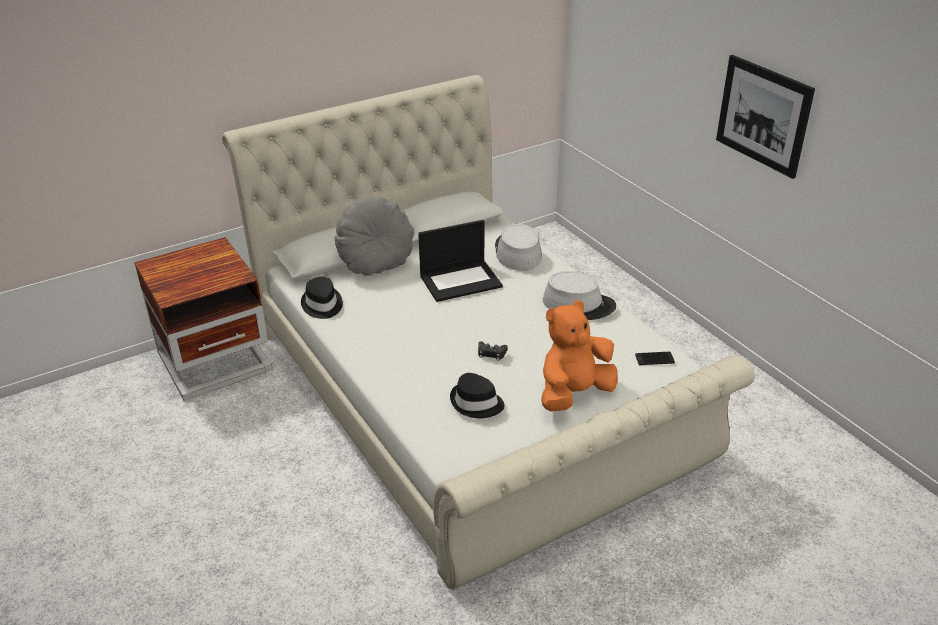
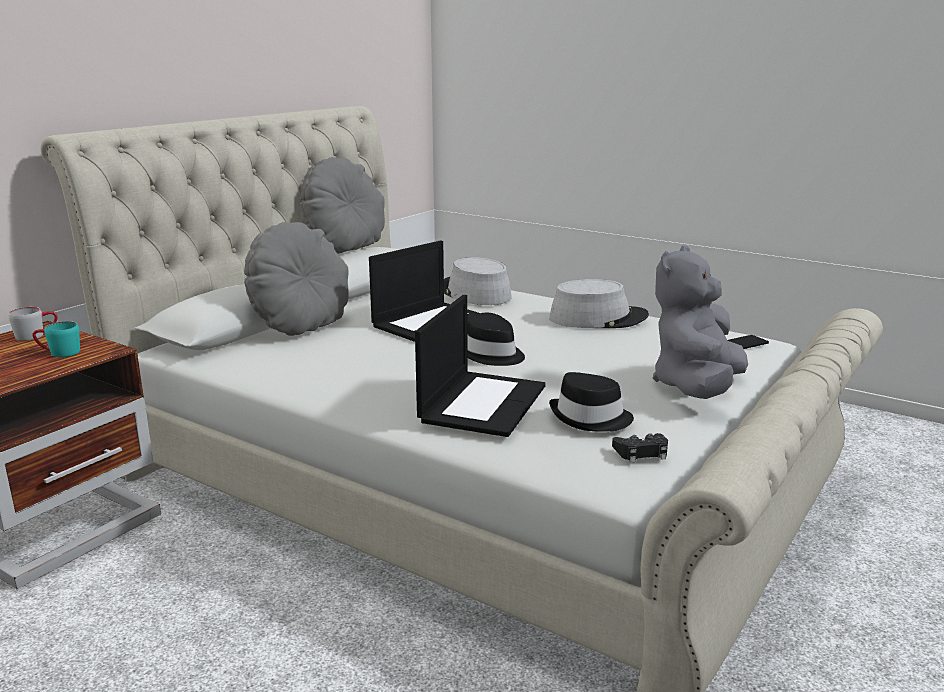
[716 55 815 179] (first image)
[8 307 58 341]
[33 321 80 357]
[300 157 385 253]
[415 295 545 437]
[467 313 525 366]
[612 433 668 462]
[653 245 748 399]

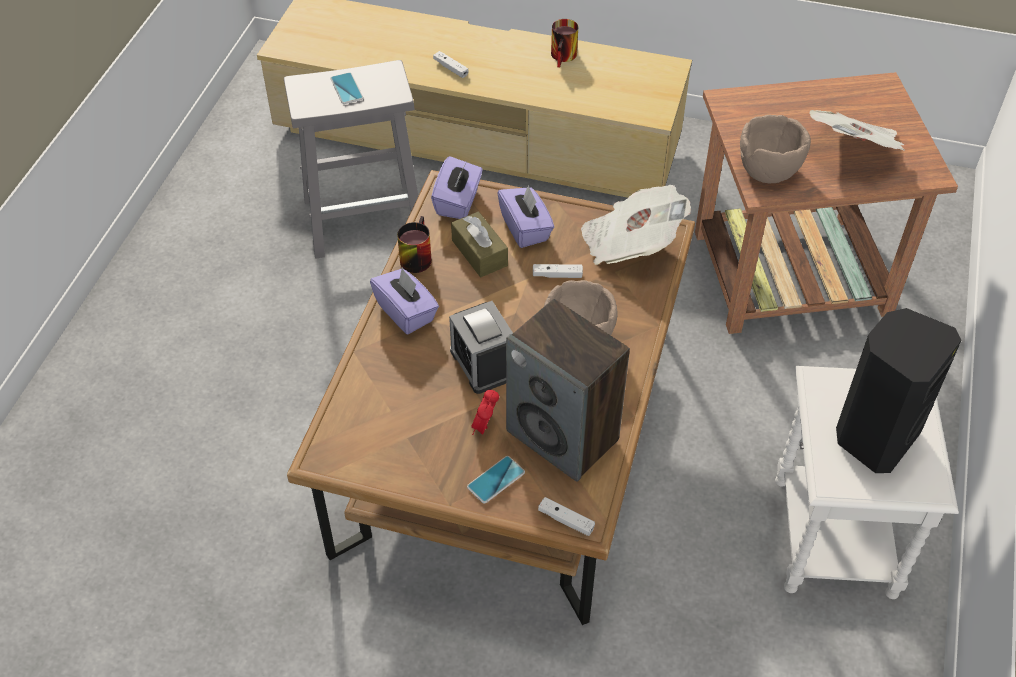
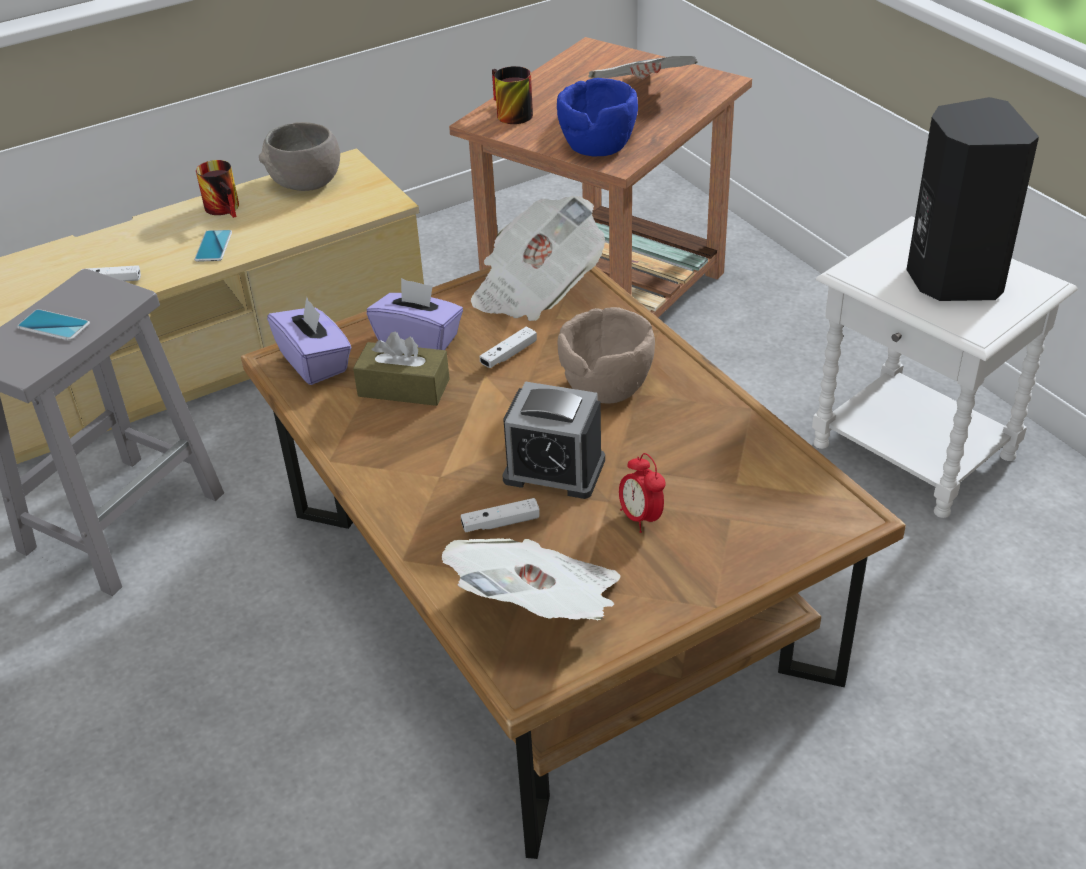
[370 267 439 334] (first image)
[506 299 630 482] (first image)
[259 122 340 191]
[442 538 621 620]
[492 66 533 124]
[194 230 232 262]
[461 498 540 532]
[557 78 638 156]

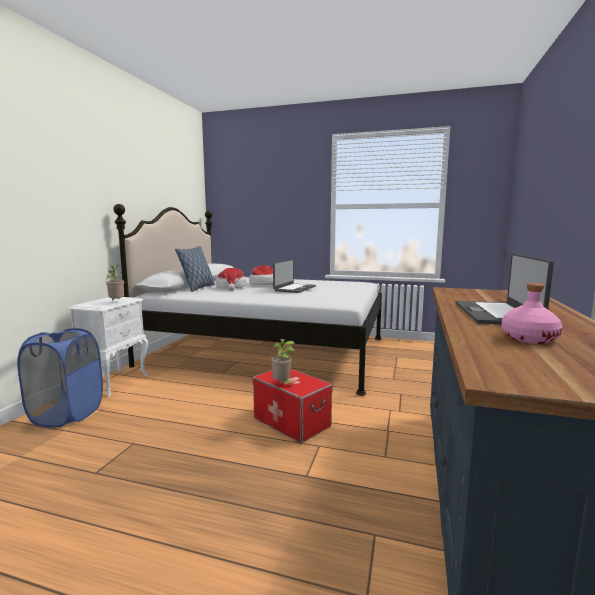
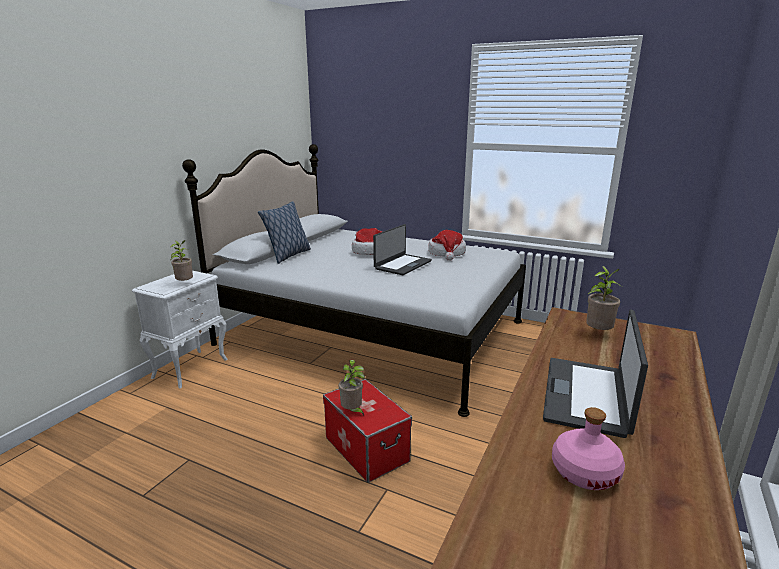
[17 328 103 427] (first image)
[586 266 621 330]
[428 230 466 261]

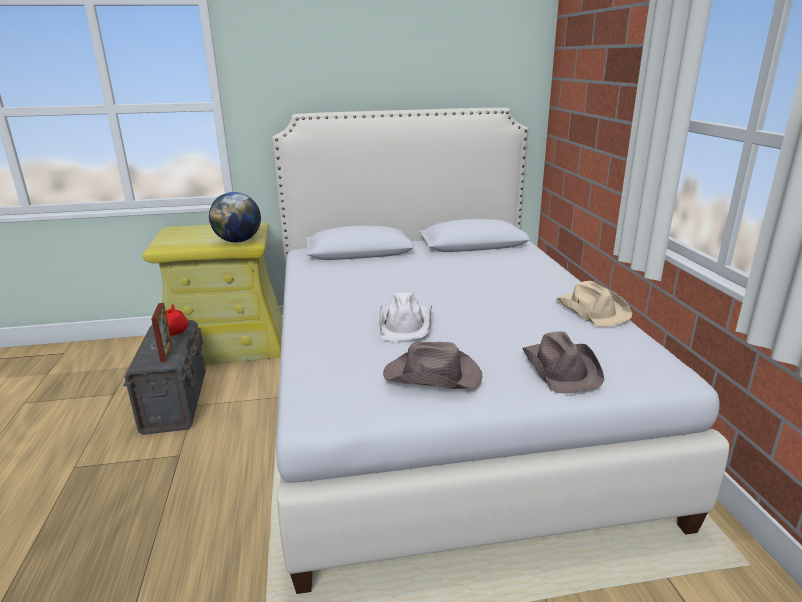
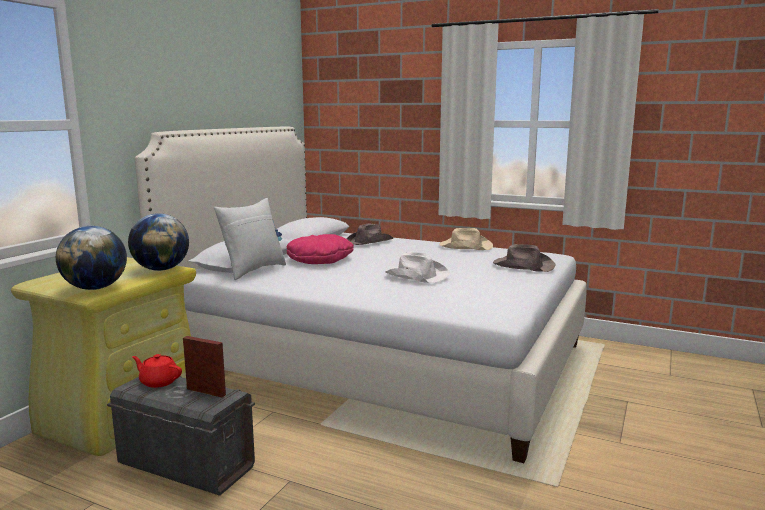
[56 226 127 290]
[214 198 286 280]
[287 234 354 264]
[346 224 393 245]

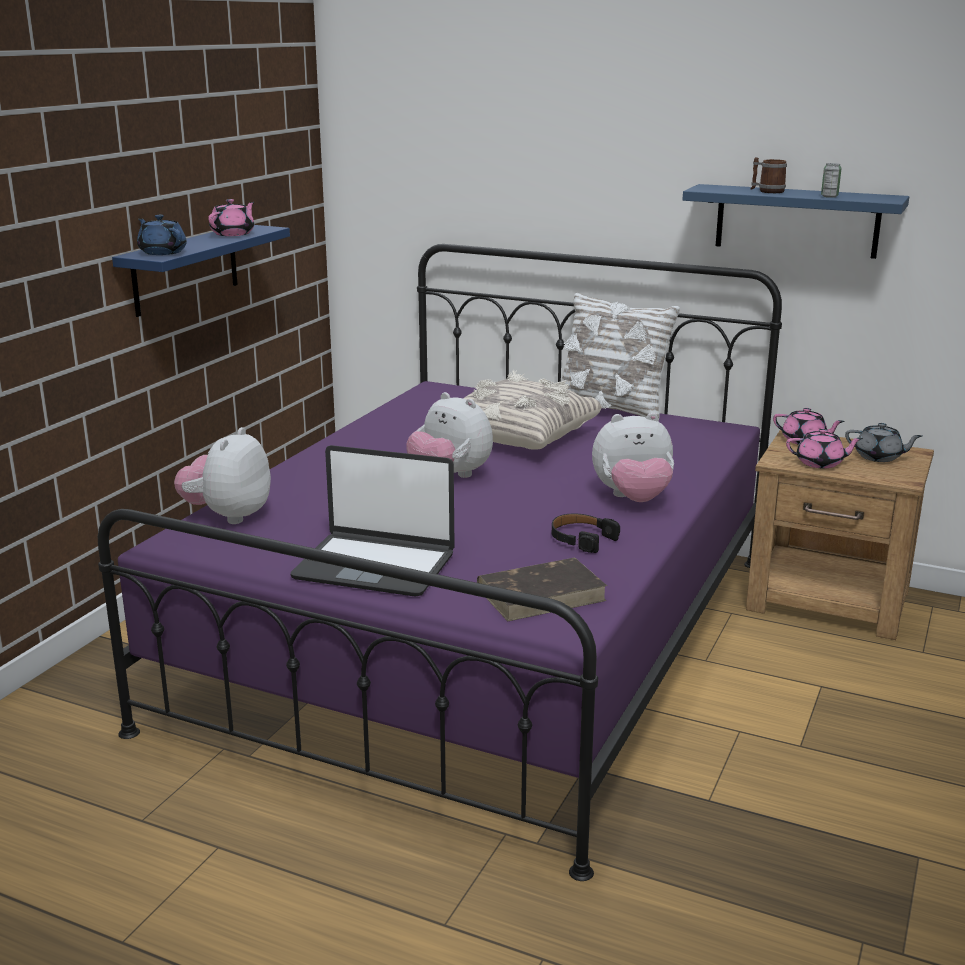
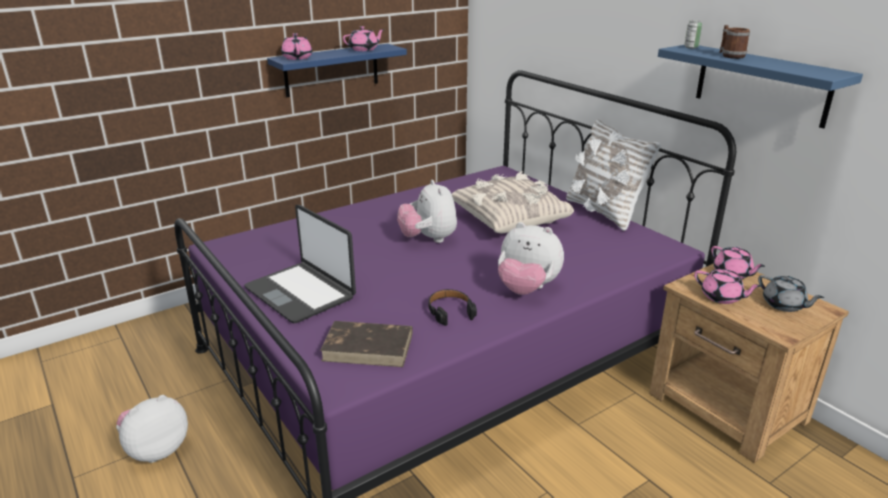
[116 395 188 463]
[684 20 702 49]
[281 33 312 60]

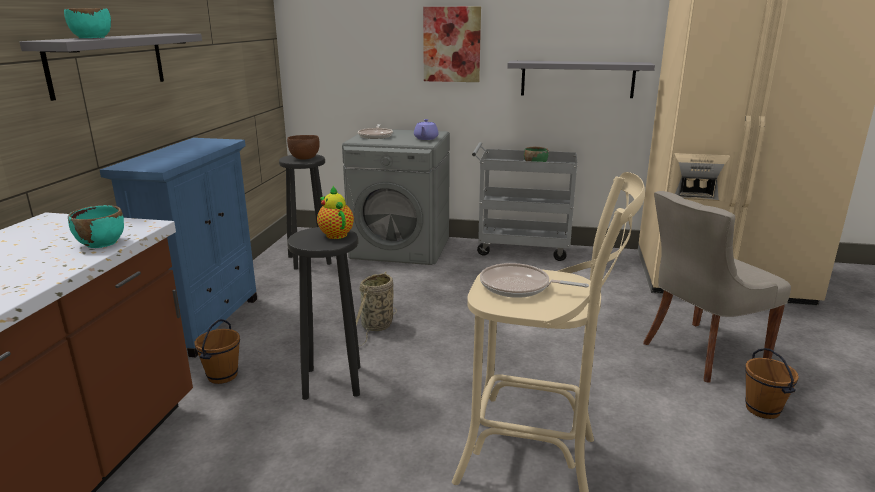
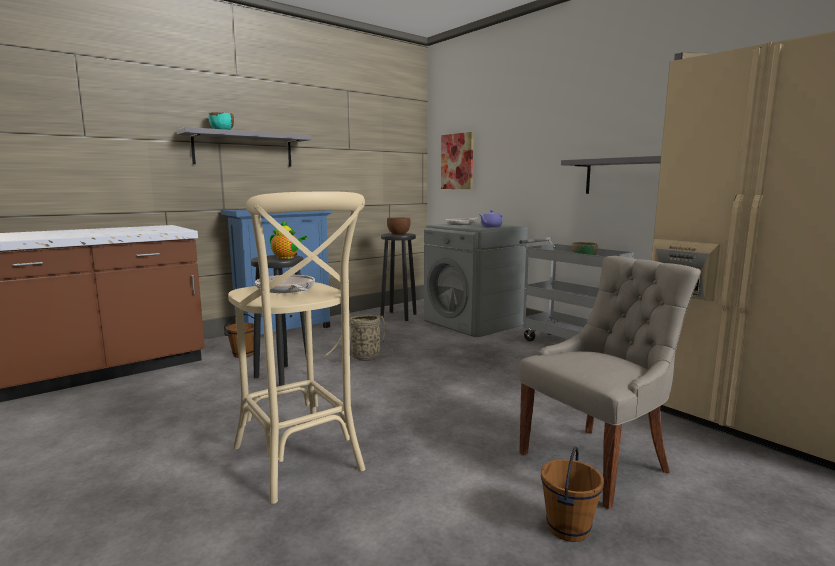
[68 205 124 248] (first image)
[441 132 474 189]
[270 220 308 259]
[519 256 701 509]

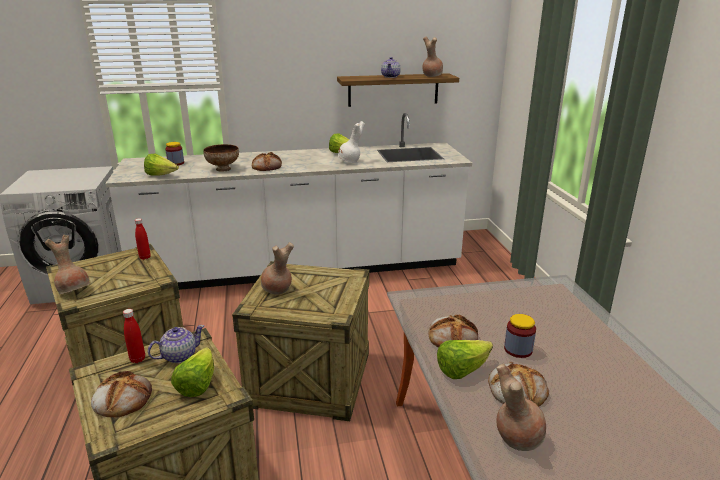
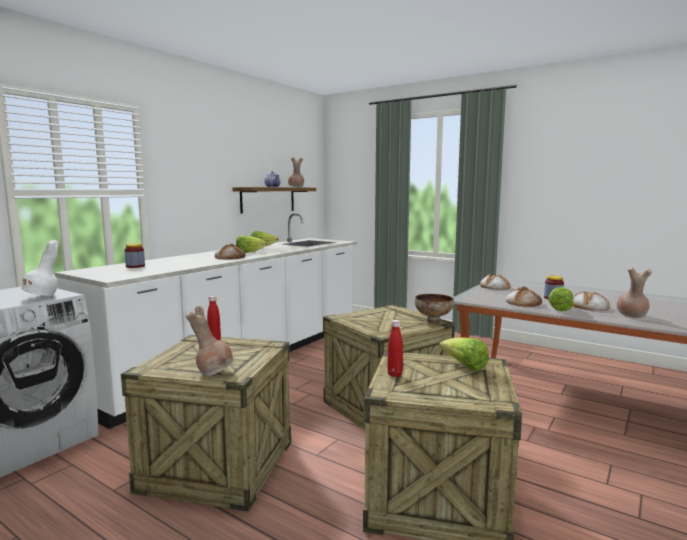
[148 325 204 363] (first image)
[261 242 294 295] (first image)
[480 274 511 290]
[236 235 267 253]
[415 294 454 323]
[21 240 59 296]

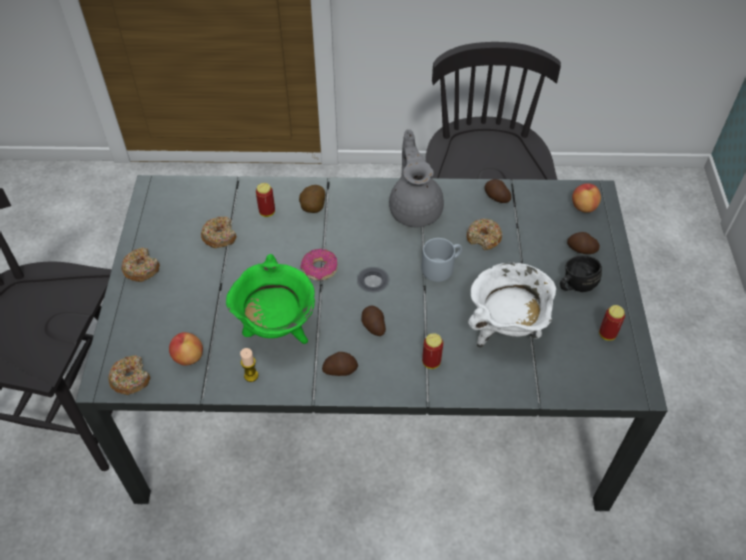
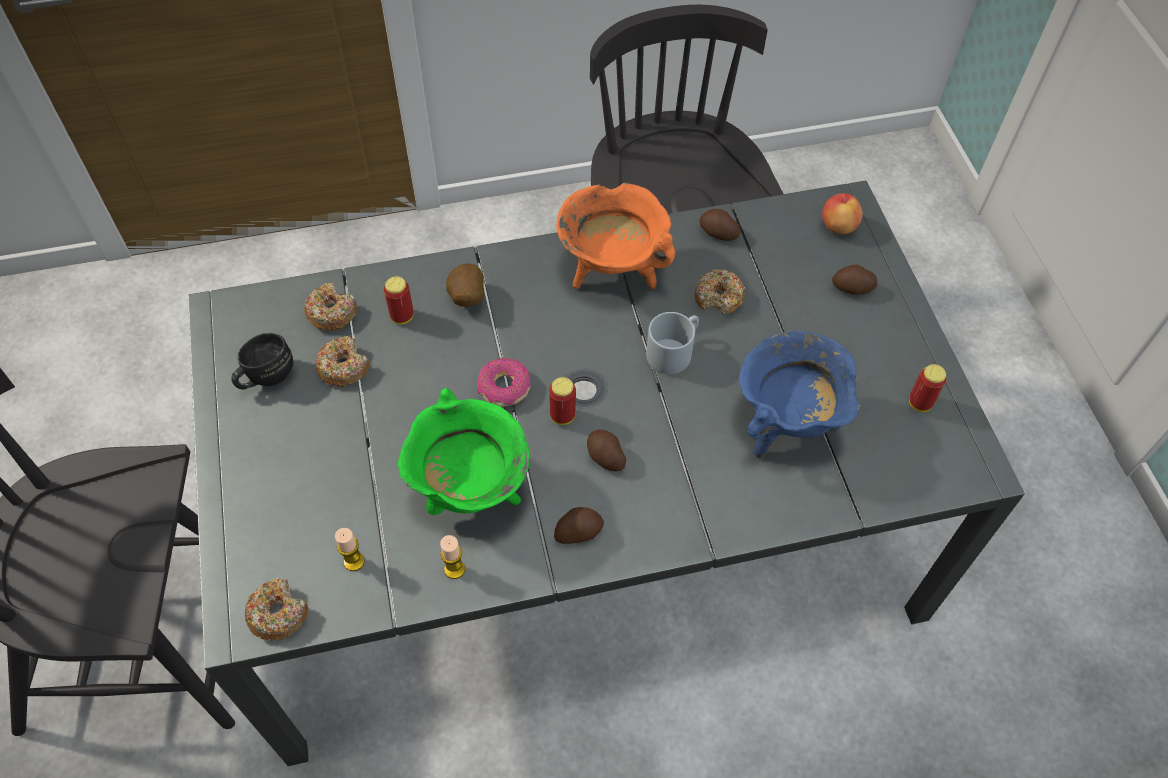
[304 283 357 331]
[549 377 576 425]
[232 333 293 390]
[335 528 365 571]
[556 183 675 289]
[739 331 861 458]

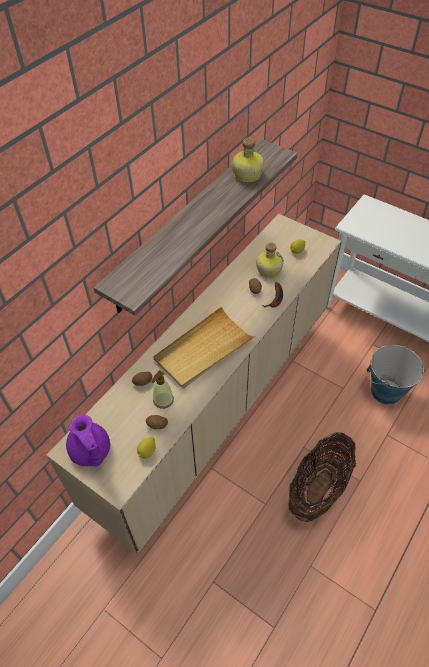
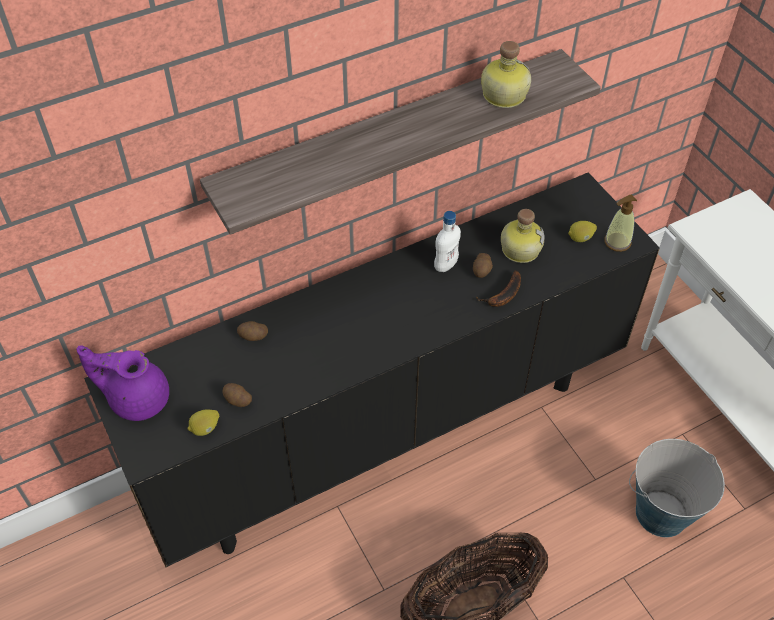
[153 306 255 389] (first image)
[434 211 461 272]
[604 194 637 252]
[84 172 660 567]
[77 346 169 421]

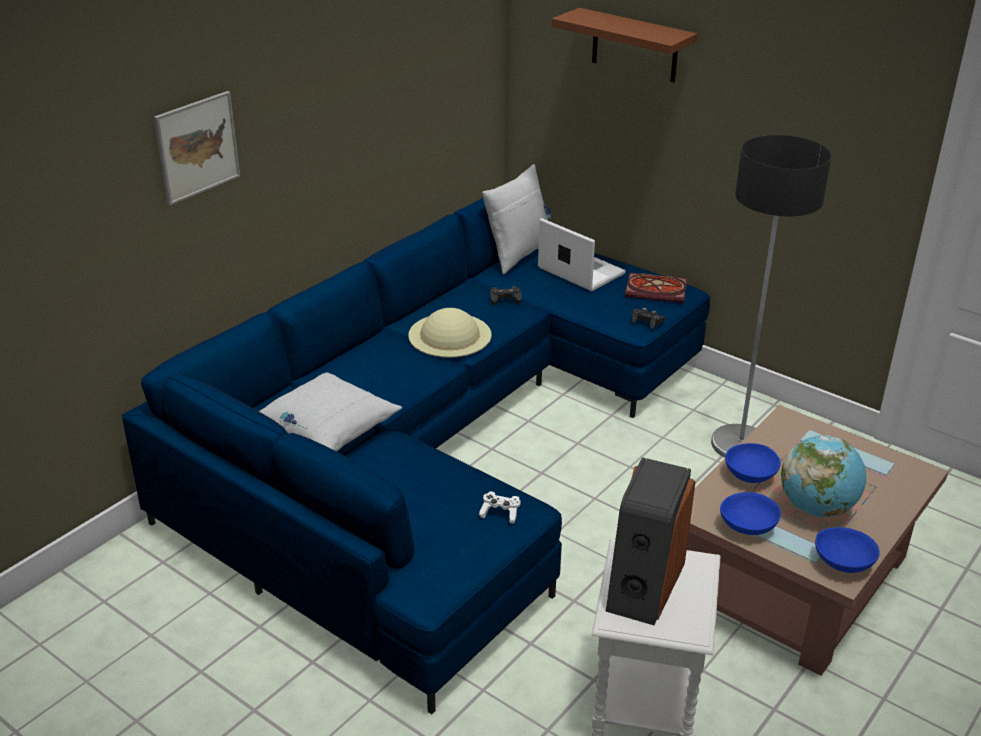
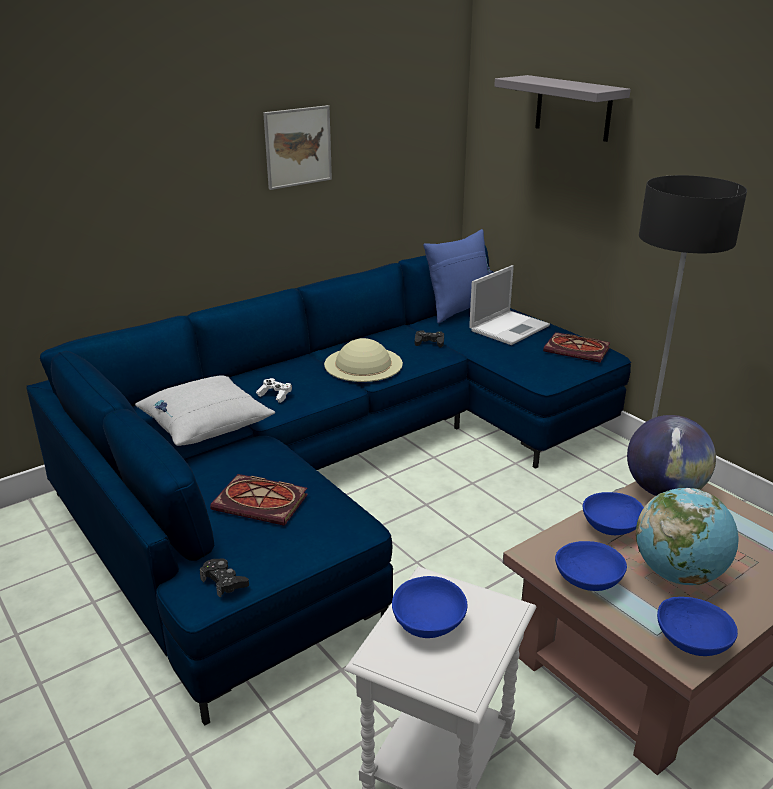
[210 474 308 526]
[627 415 716 496]
[263 105 332 190]
[256 378 292 403]
[200 559 249 598]
[392 576 467 638]
[423 229 494 323]
[494 75 631 142]
[469 265 550 345]

